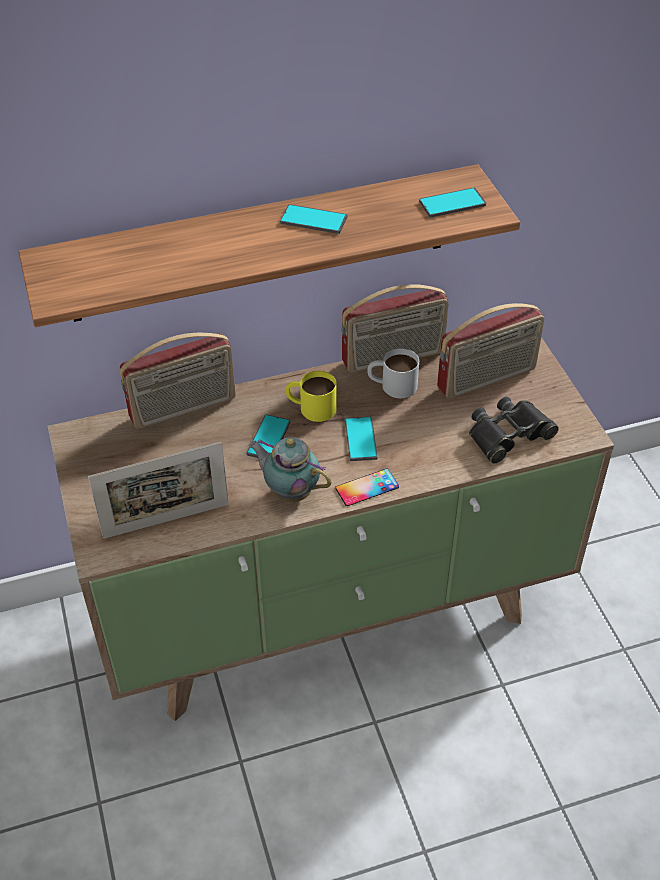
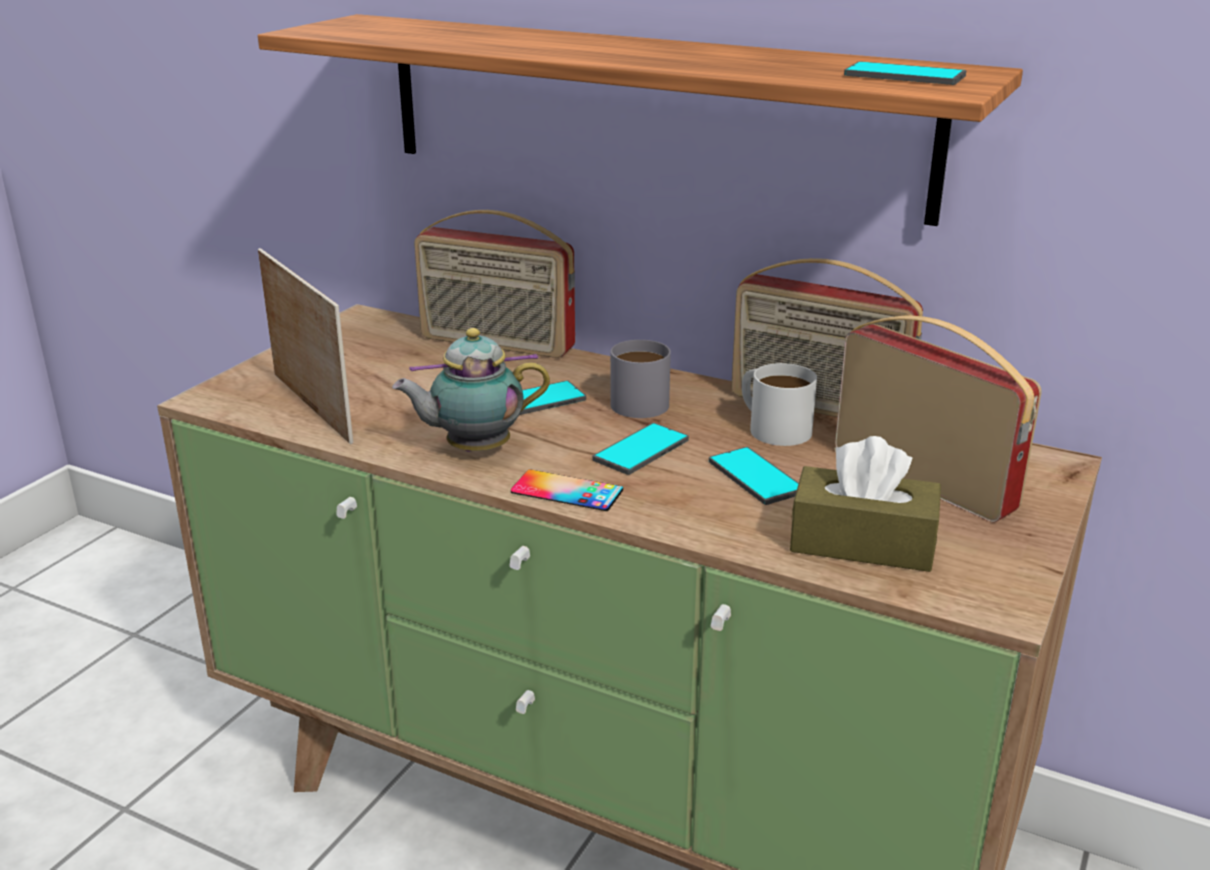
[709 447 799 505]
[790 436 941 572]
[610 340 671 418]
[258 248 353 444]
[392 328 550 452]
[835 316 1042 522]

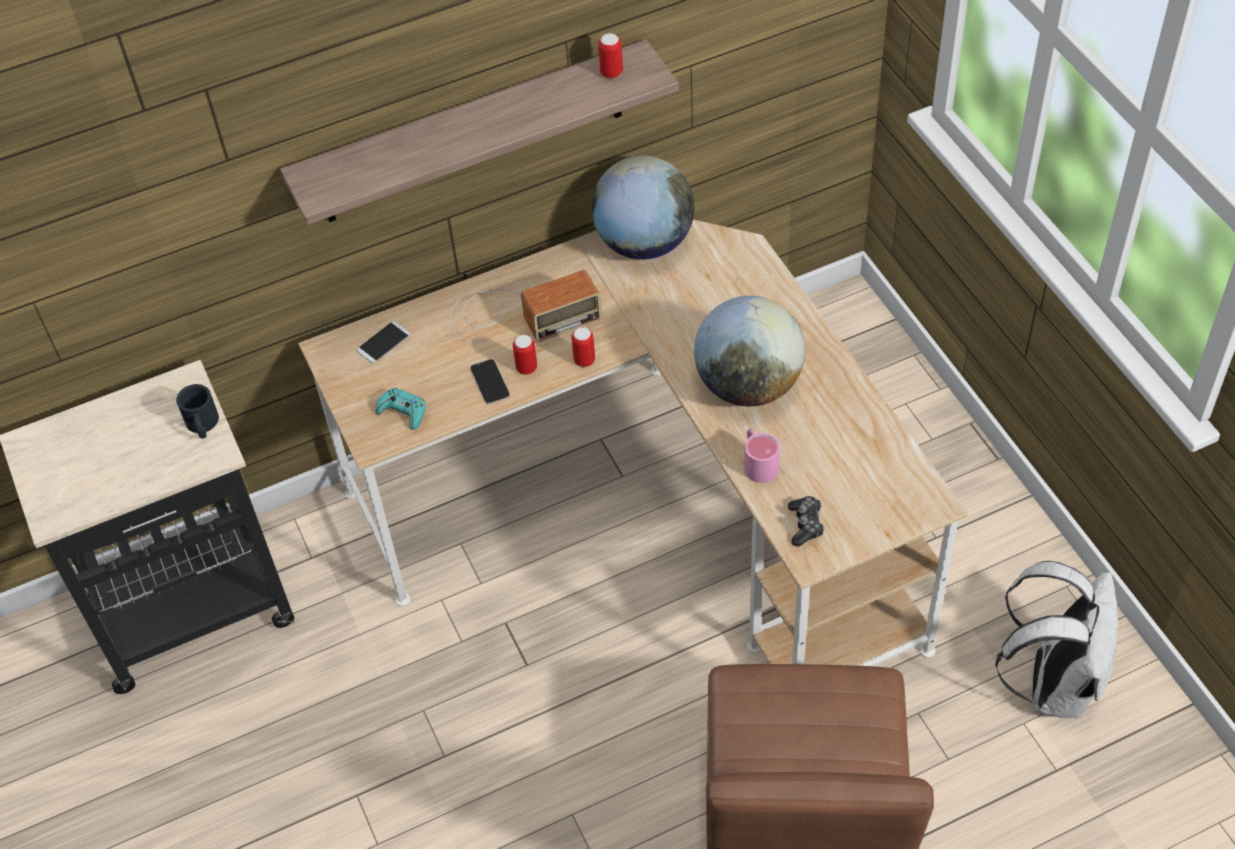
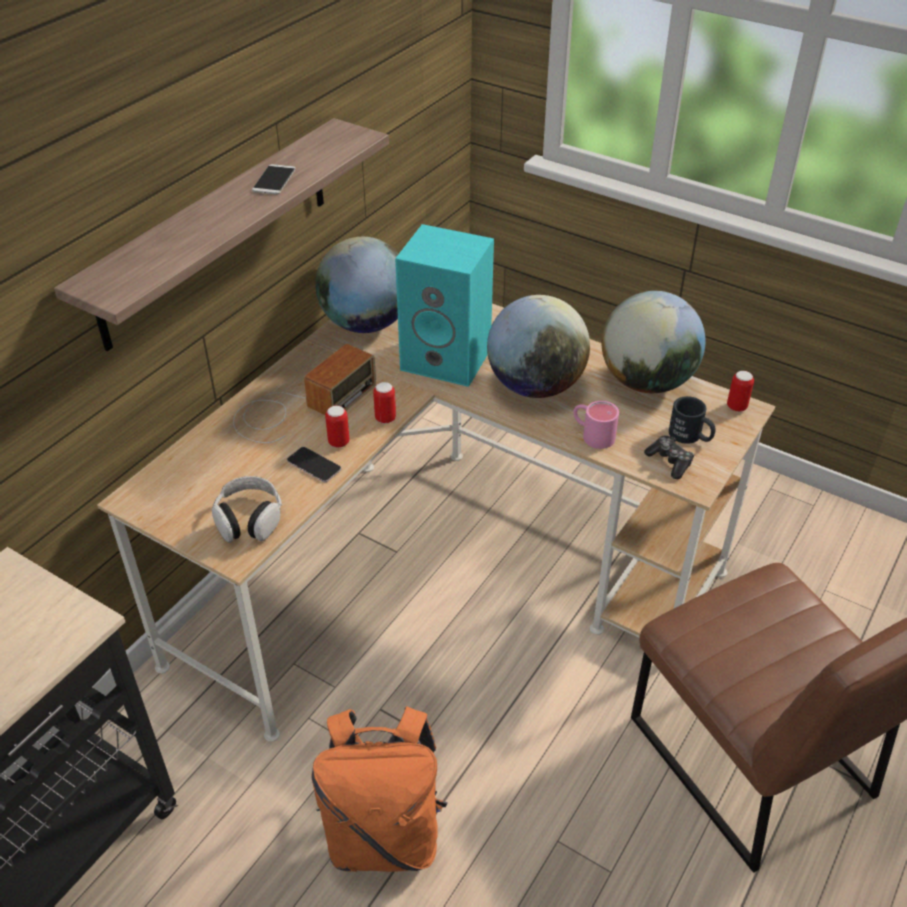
[995 561 1118 718] (first image)
[312 707 448 872]
[395 224 494 387]
[602 291 706 393]
[669 396 716 444]
[252 164 296 195]
[727 371 754 412]
[212 476 282 543]

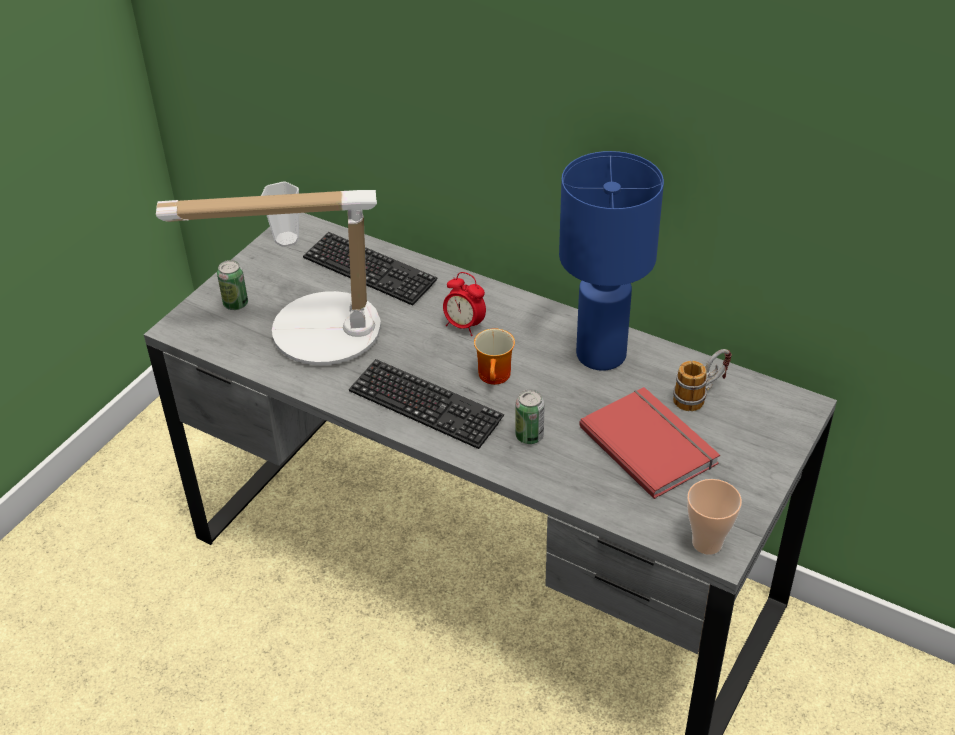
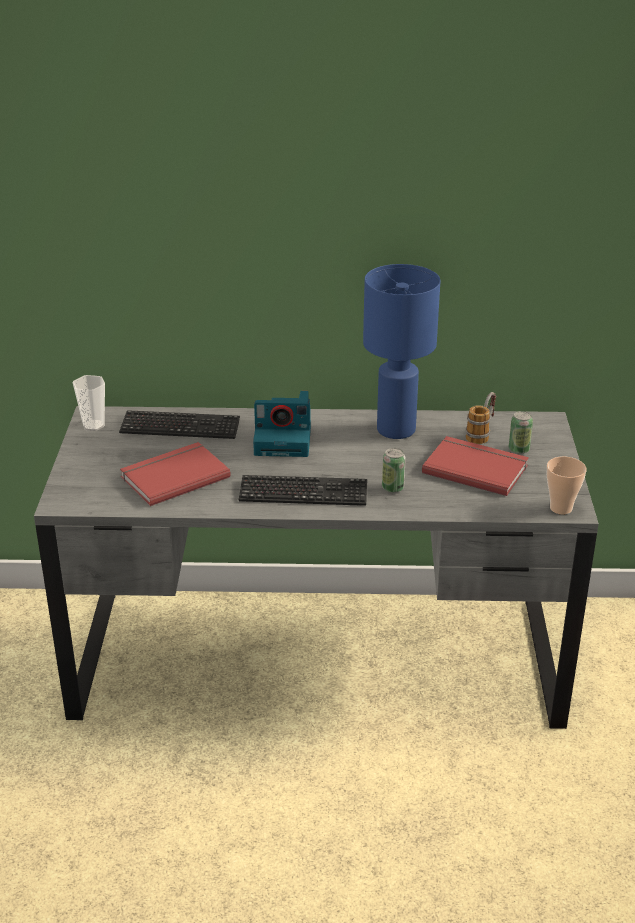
[474 328 515 385] (first image)
[509 411 533 454]
[120 442 231 506]
[253 391 311 457]

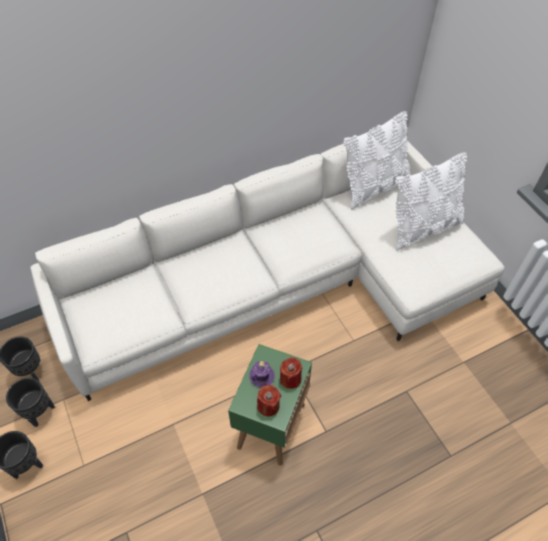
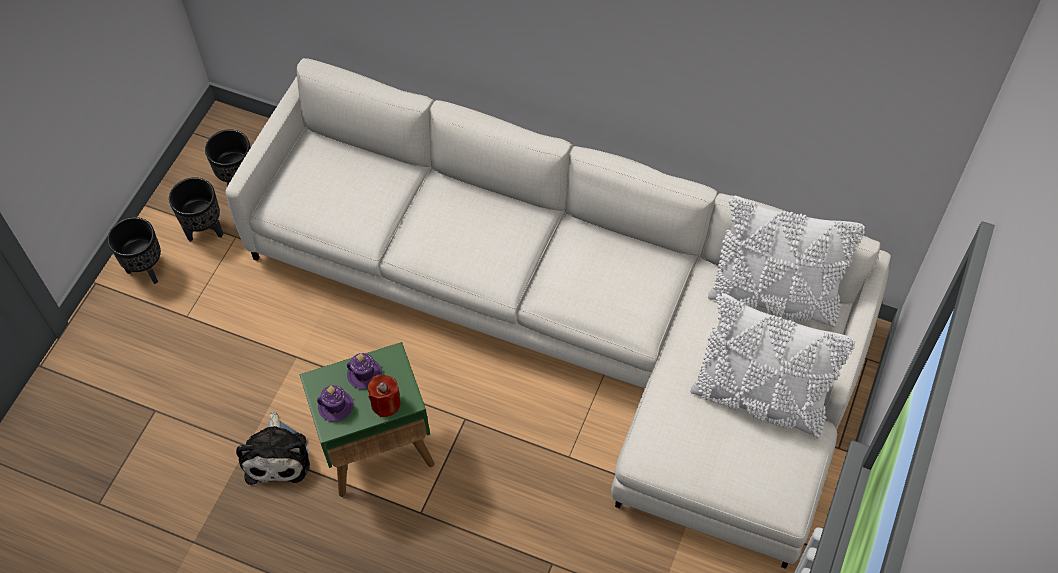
[236 411 310 485]
[317 385 353 422]

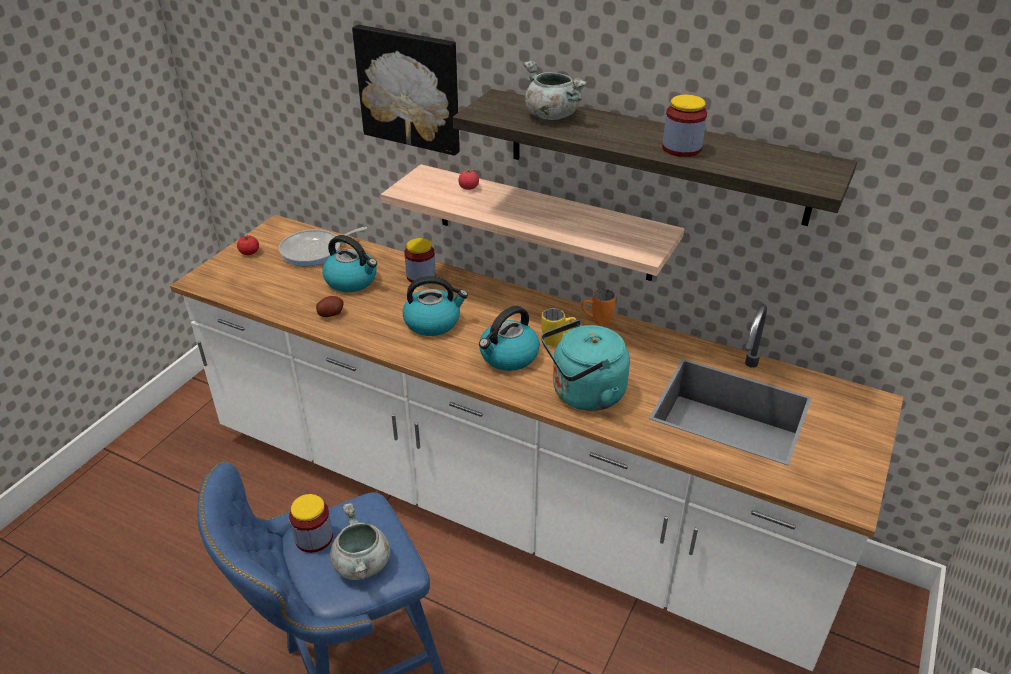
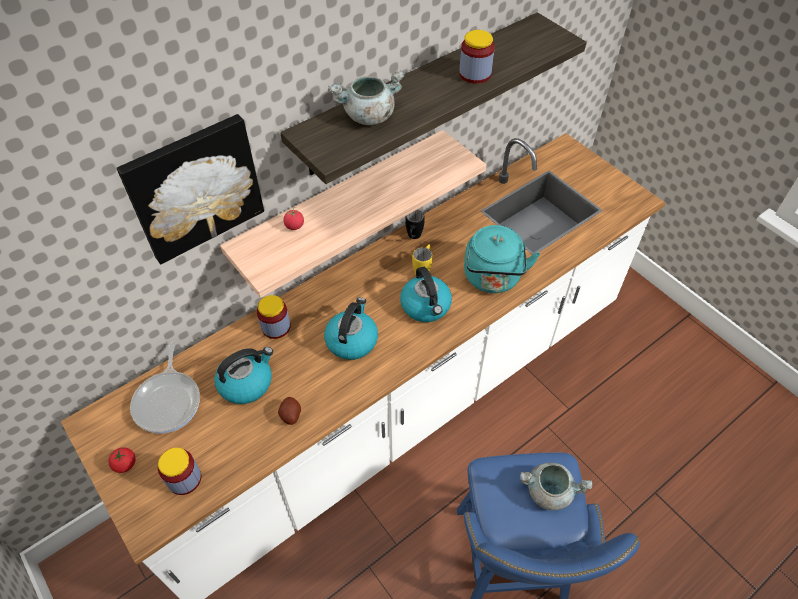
[158 448 201 495]
[405 209 425 239]

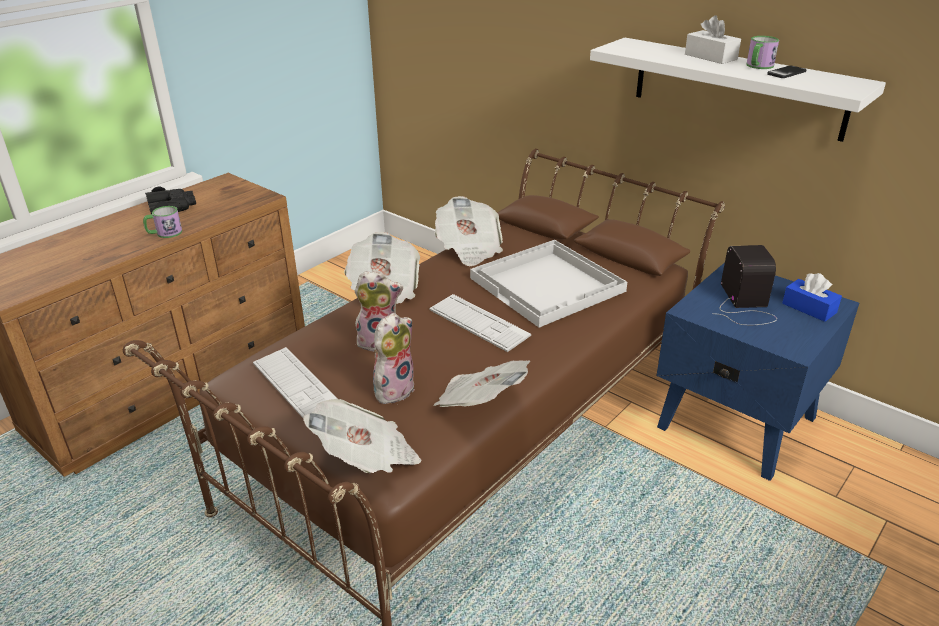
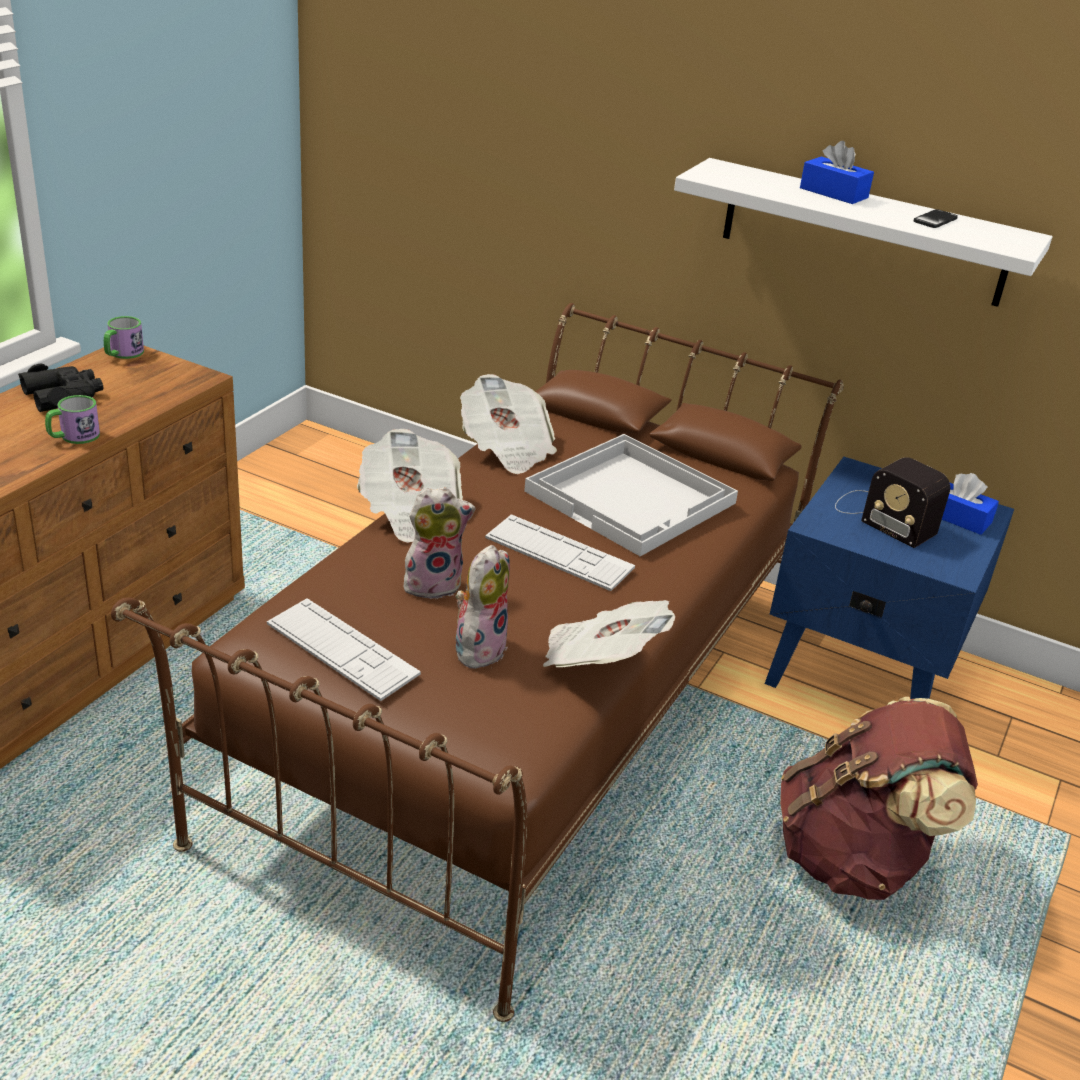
[303 399 421 474] (first image)
[780 697 978 900]
[104 316 144 359]
[800 141 874 204]
[835 457 950 548]

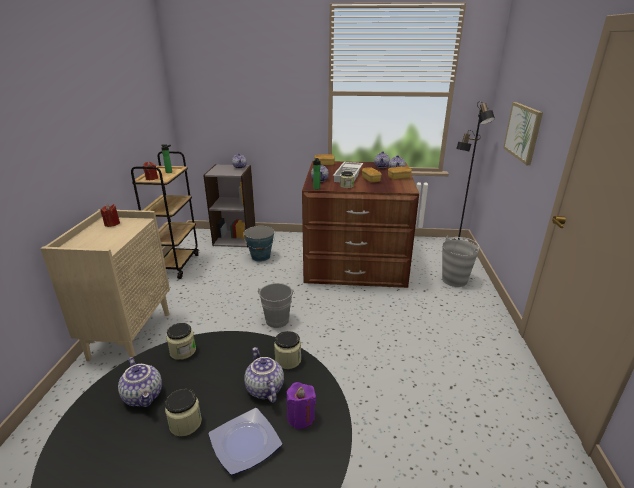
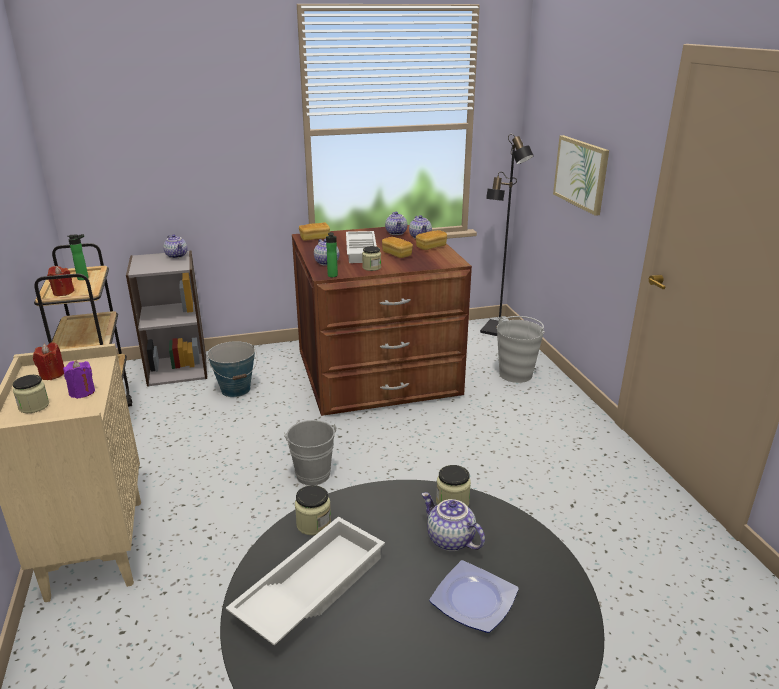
[13 375 49 413]
[63 360 95 399]
[226 517 385 646]

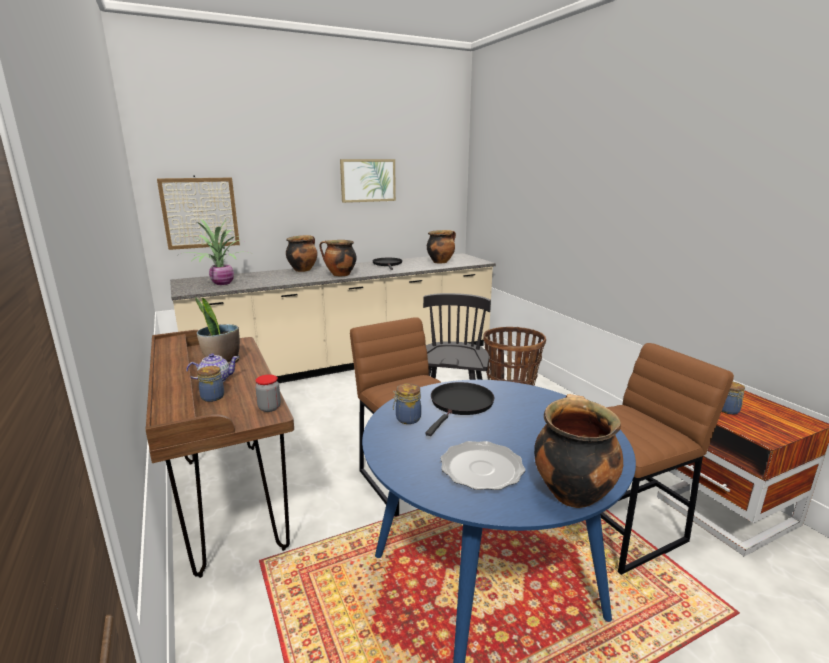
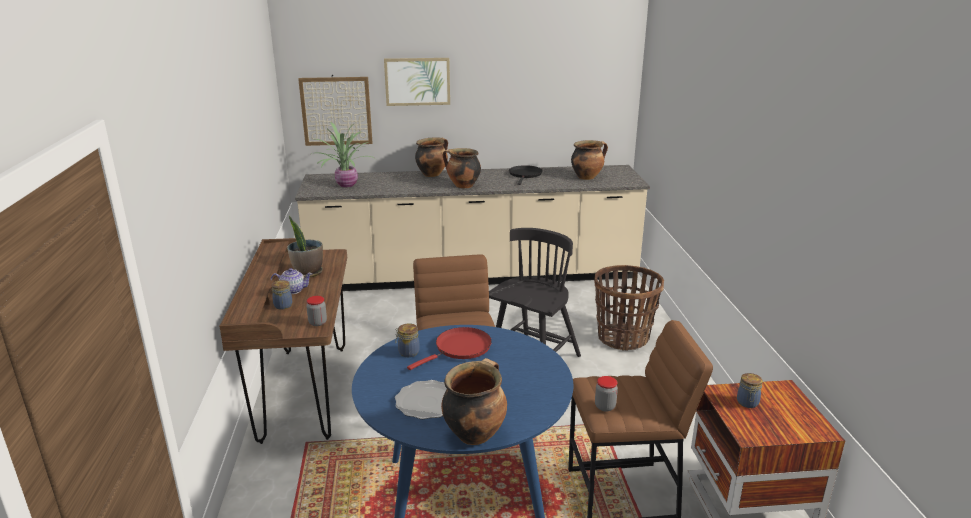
[595 376 618 412]
[384 58 450 106]
[407 327 492 370]

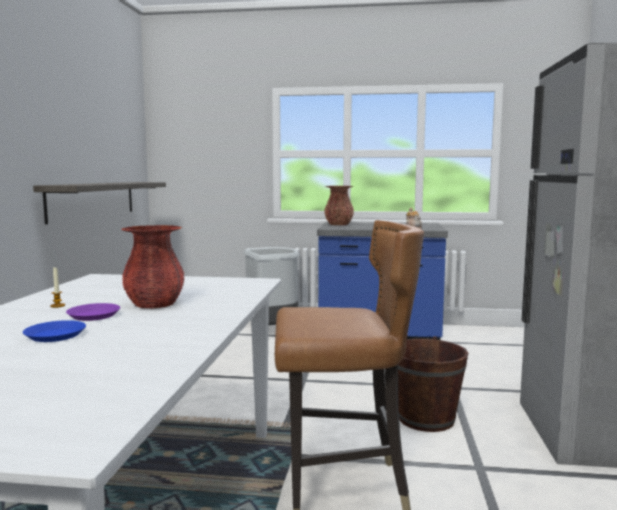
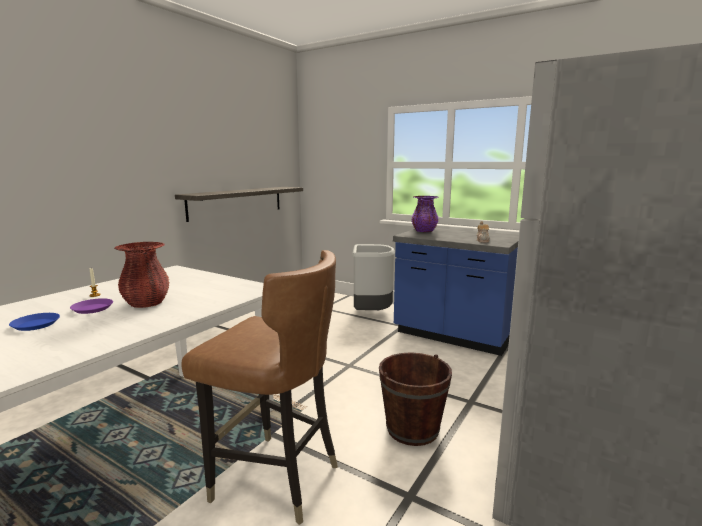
[412 196 439 232]

